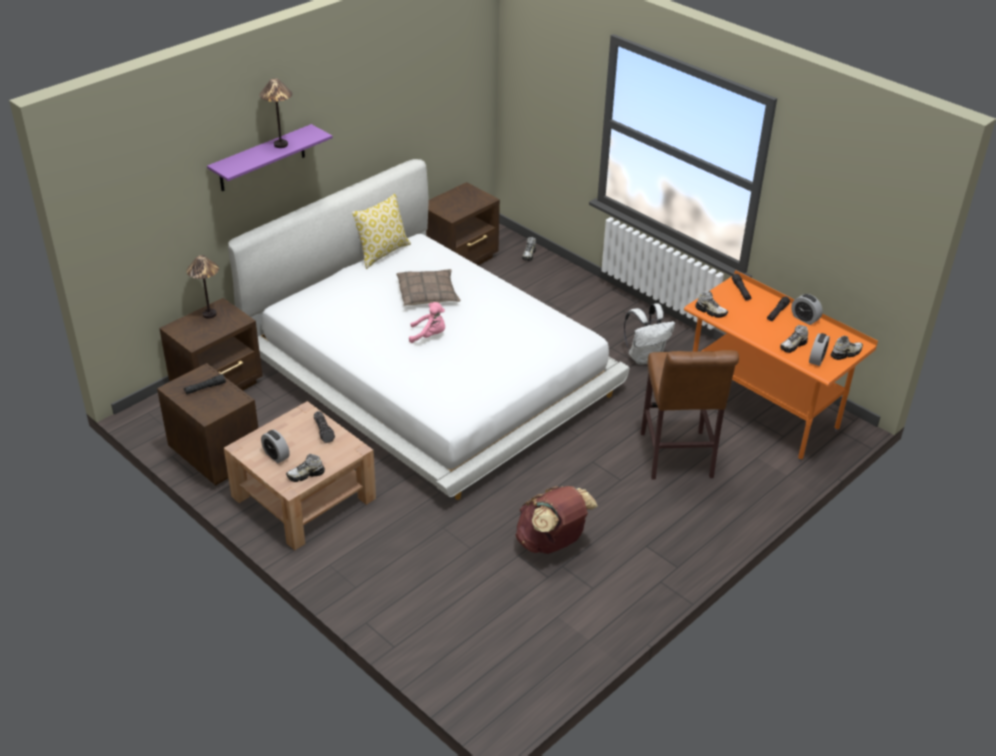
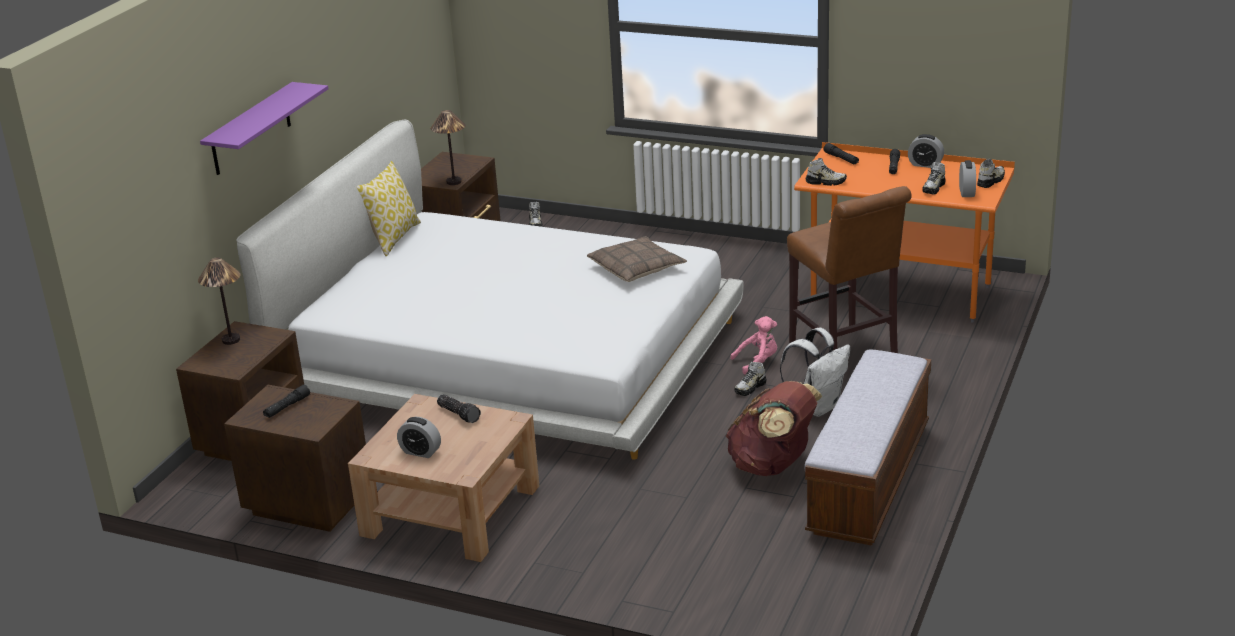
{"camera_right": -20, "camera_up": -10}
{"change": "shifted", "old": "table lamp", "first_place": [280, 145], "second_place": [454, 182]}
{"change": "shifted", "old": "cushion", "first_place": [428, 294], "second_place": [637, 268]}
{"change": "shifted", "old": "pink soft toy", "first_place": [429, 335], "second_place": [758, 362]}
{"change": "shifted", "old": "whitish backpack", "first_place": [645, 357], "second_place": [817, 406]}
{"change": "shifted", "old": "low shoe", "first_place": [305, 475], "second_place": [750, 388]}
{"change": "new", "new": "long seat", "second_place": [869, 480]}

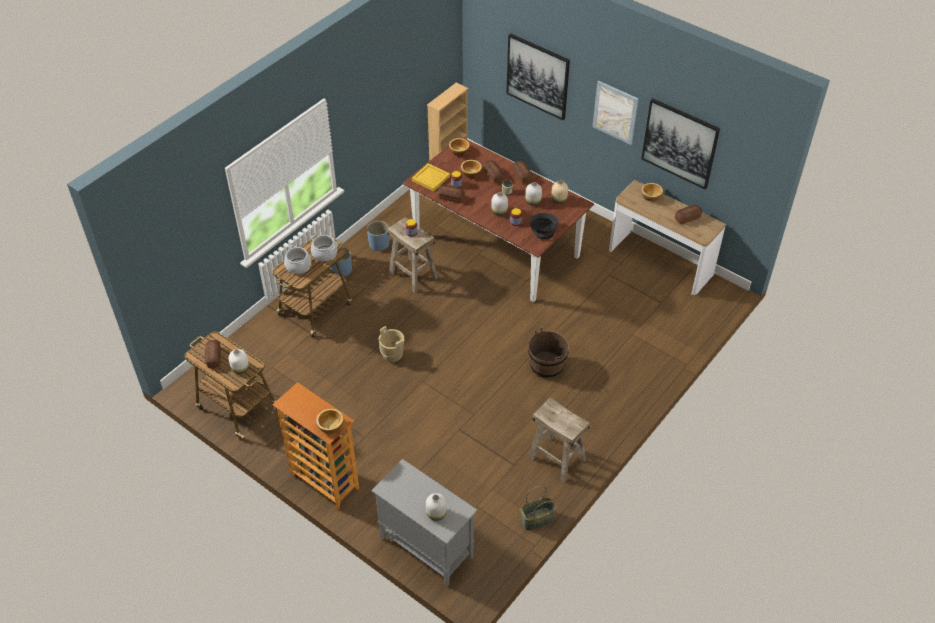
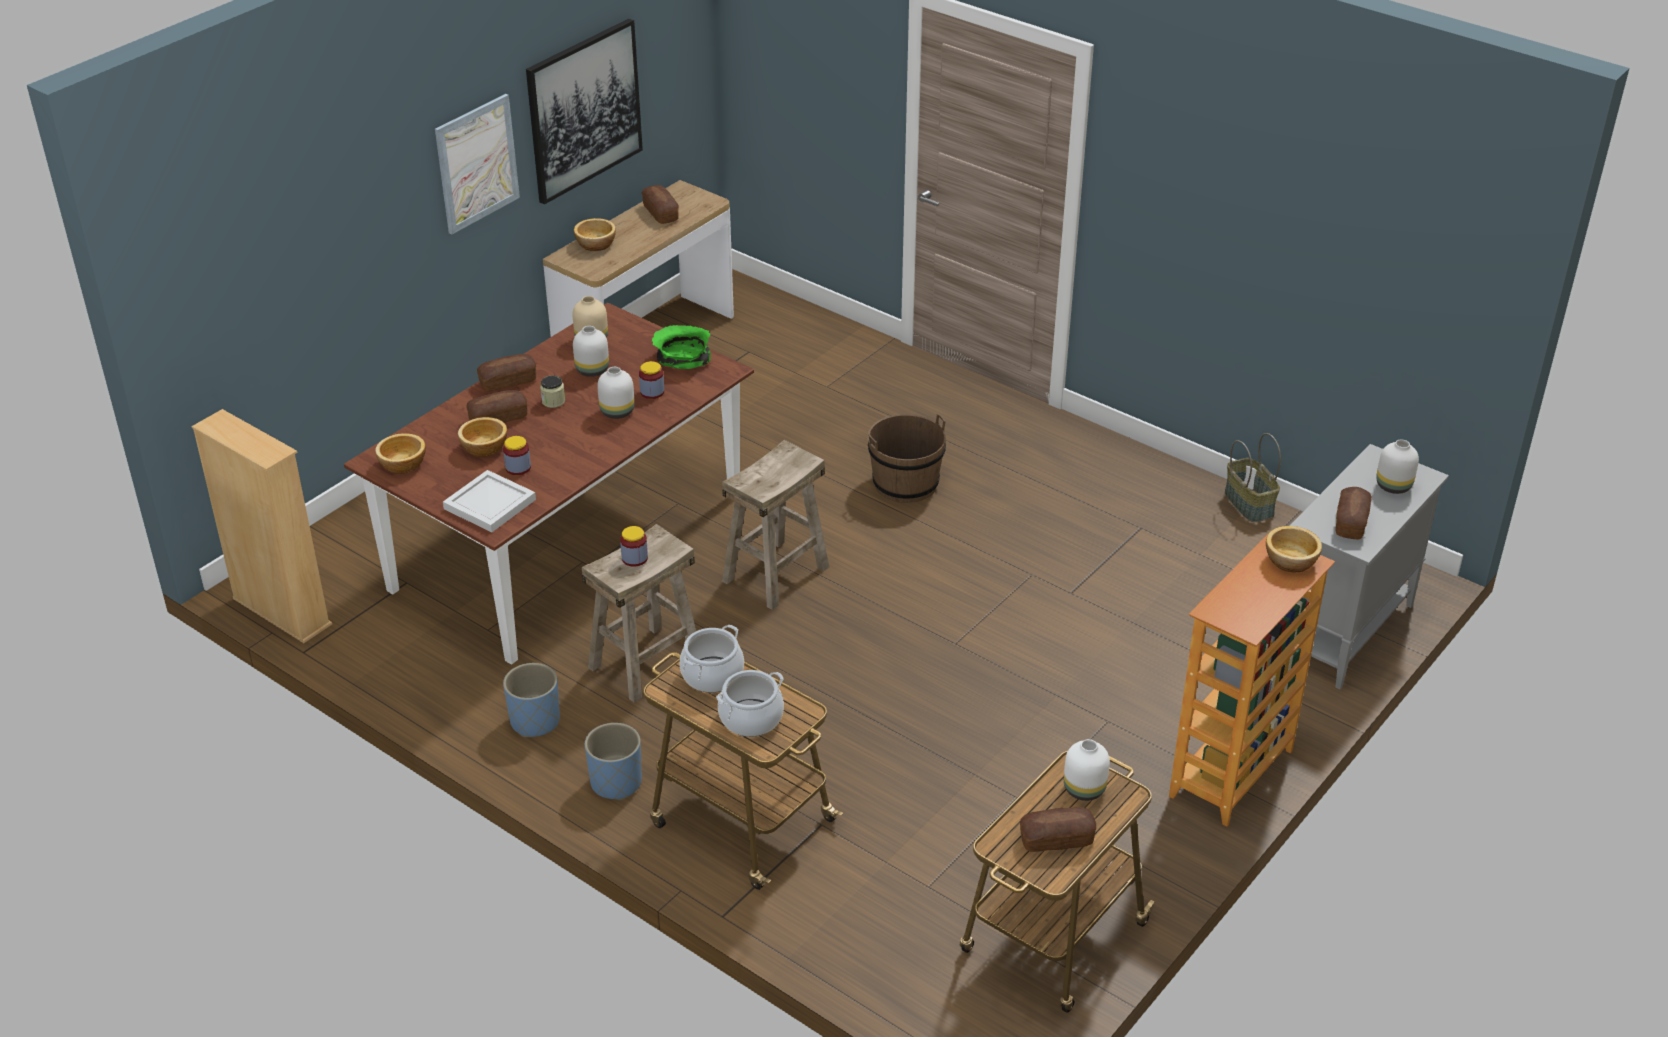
{"camera_right": -90, "camera_up": -10}
{"change": "gone", "old": "picture", "first_place": [538, 76]}
{"change": "repainted", "old": "yellowish carrying tray", "new": "whitish carrying tray", "first_place": [431, 179], "second_place": [491, 504]}
{"change": "shifted", "old": "bakery bread", "first_place": [451, 197], "second_place": [1351, 522]}
{"change": "repainted", "old": "black bowl", "new": "green-coloured bowl", "first_place": [543, 230], "second_place": [681, 360]}
{"change": "gone", "old": "beige water bucket", "first_place": [392, 354]}
{"change": "shifted", "old": "beige sitting stool", "first_place": [556, 459], "second_place": [776, 574]}

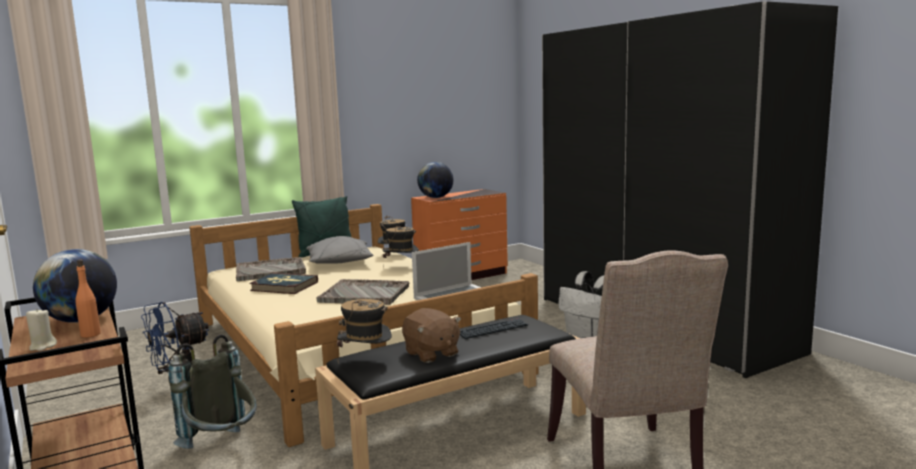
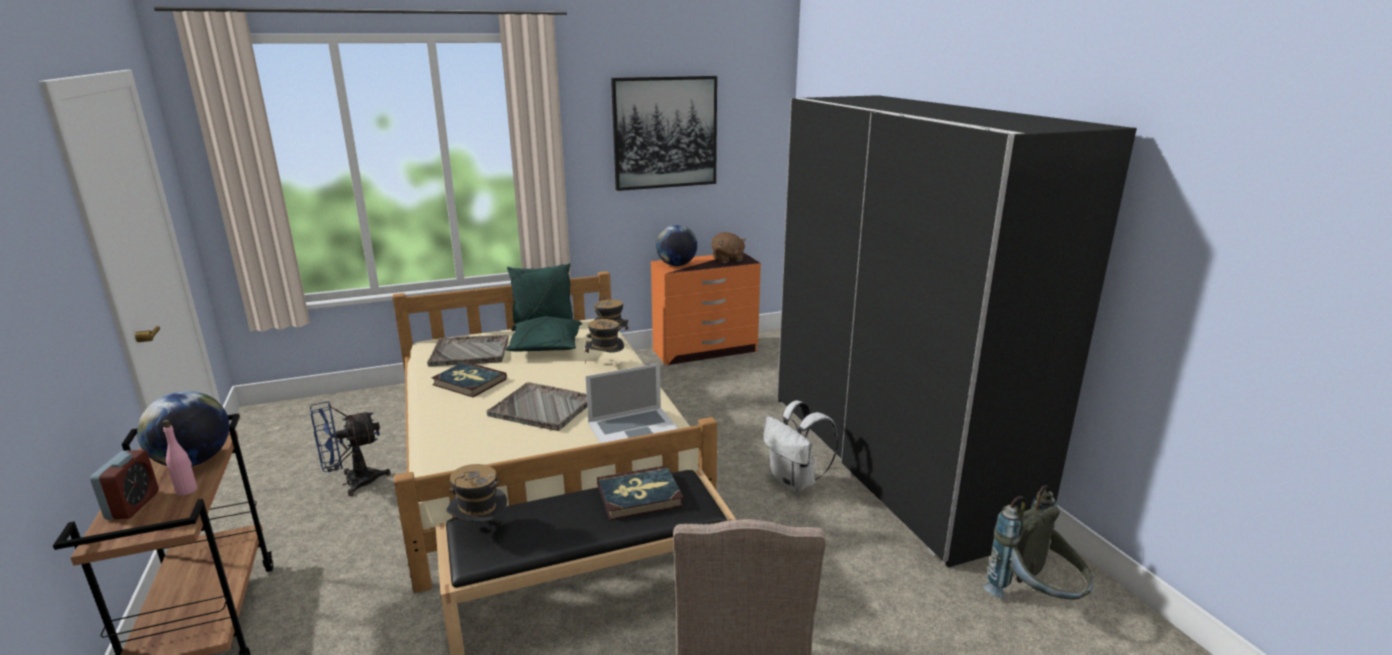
{"camera_right": 10, "camera_up": 10}
{"change": "repainted", "old": "grey cushion", "new": "green-coloured cushion", "first_place": [340, 263], "second_place": [546, 348]}
{"change": "repainted", "old": "orange-coloured beverage bottle", "new": "pink beverage bottle", "first_place": [91, 334], "second_place": [187, 490]}
{"change": "swapped", "old": "beige wax light", "new": "bedside clock", "first_place": [42, 346], "second_place": [133, 505]}
{"change": "shifted", "old": "brown-coloured soft toy", "first_place": [431, 354], "second_place": [727, 259]}
{"change": "swapped", "old": "PC keyboard", "new": "volume", "first_place": [493, 330], "second_place": [639, 496]}
{"change": "shifted", "old": "grey backpack", "first_place": [222, 447], "second_place": [1035, 601]}
{"change": "new", "new": "picture", "second_place": [665, 133]}

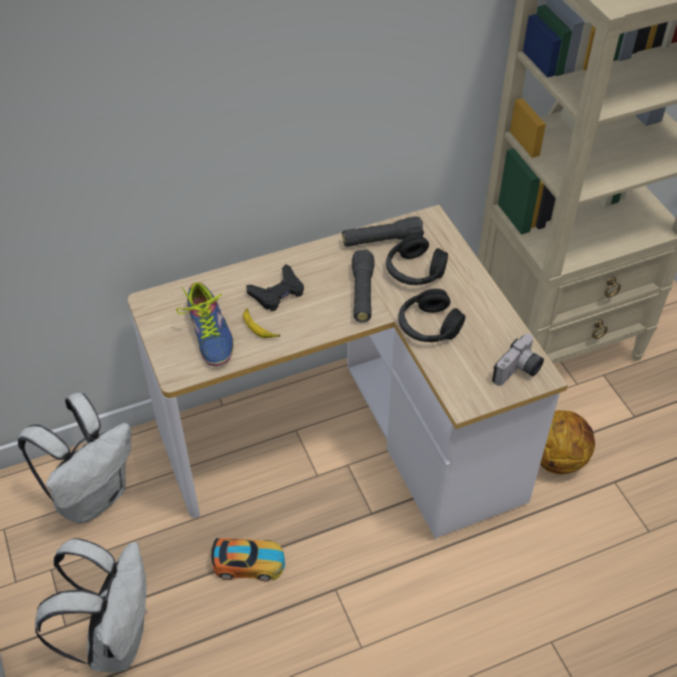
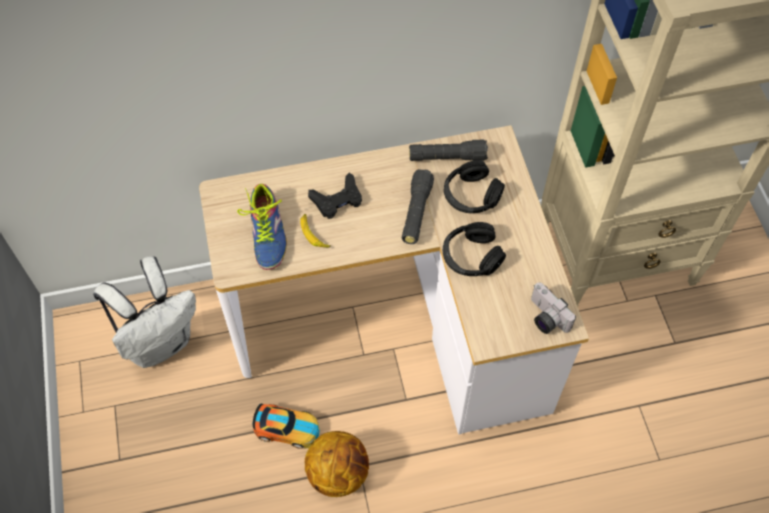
{"camera_right": 10, "camera_up": 10}
{"change": "rotated", "old": "still camera", "first_place": [518, 372], "second_place": [545, 318], "degrees": 90}
{"change": "shifted", "old": "ball for basketball", "first_place": [557, 458], "second_place": [339, 472]}
{"change": "gone", "old": "whitish backpack", "first_place": [115, 637]}

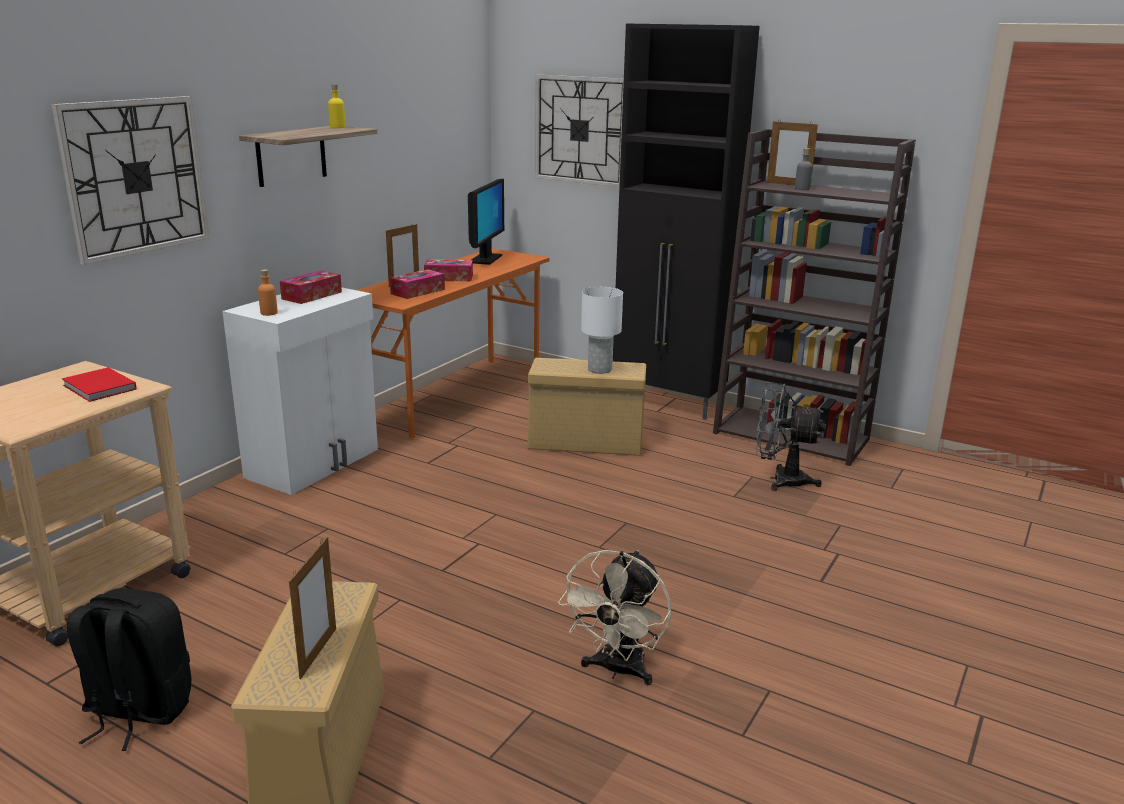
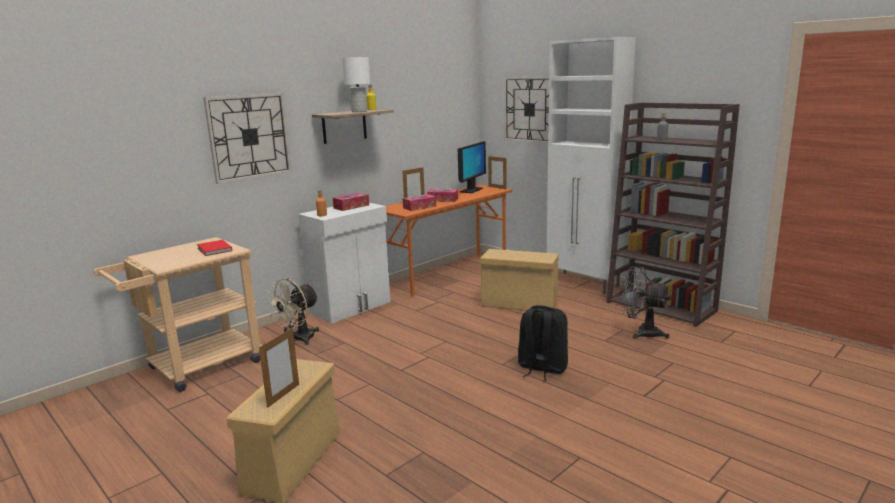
{"camera_right": 15, "camera_up": -5}
{"change": "repainted", "old": "black cupboard", "new": "whitish cupboard", "first_place": [669, 403], "second_place": [584, 283]}
{"change": "shifted", "old": "photo frame", "first_place": [788, 184], "second_place": [497, 188]}
{"change": "shifted", "old": "whitish table lamp", "first_place": [599, 369], "second_place": [359, 111]}
{"change": "shifted", "old": "beige electric fan", "first_place": [617, 670], "second_place": [298, 339]}
{"change": "shifted", "old": "black backpack", "first_place": [137, 712], "second_place": [541, 368]}

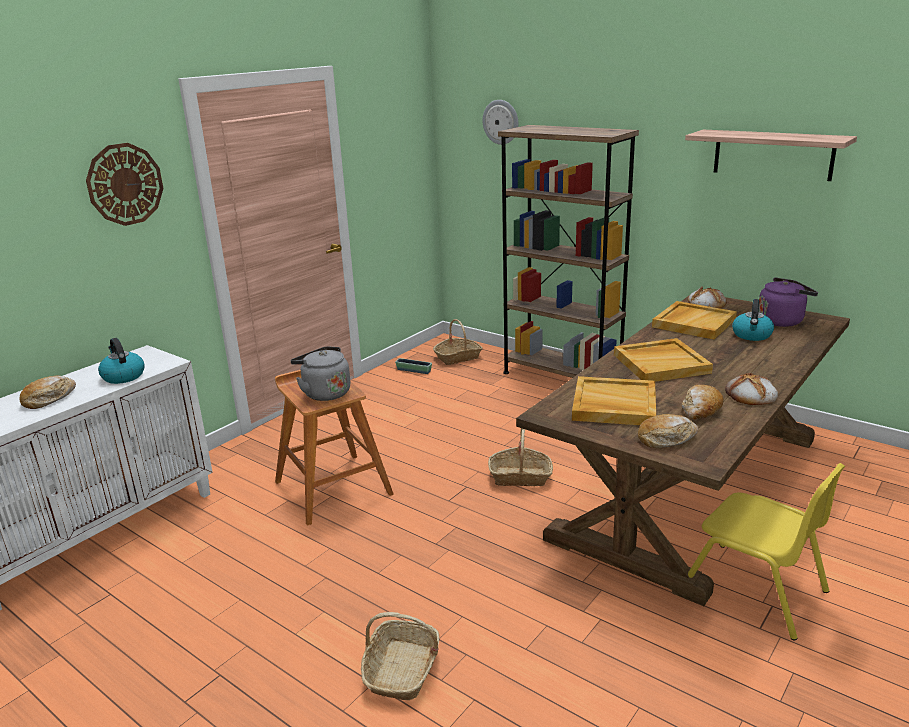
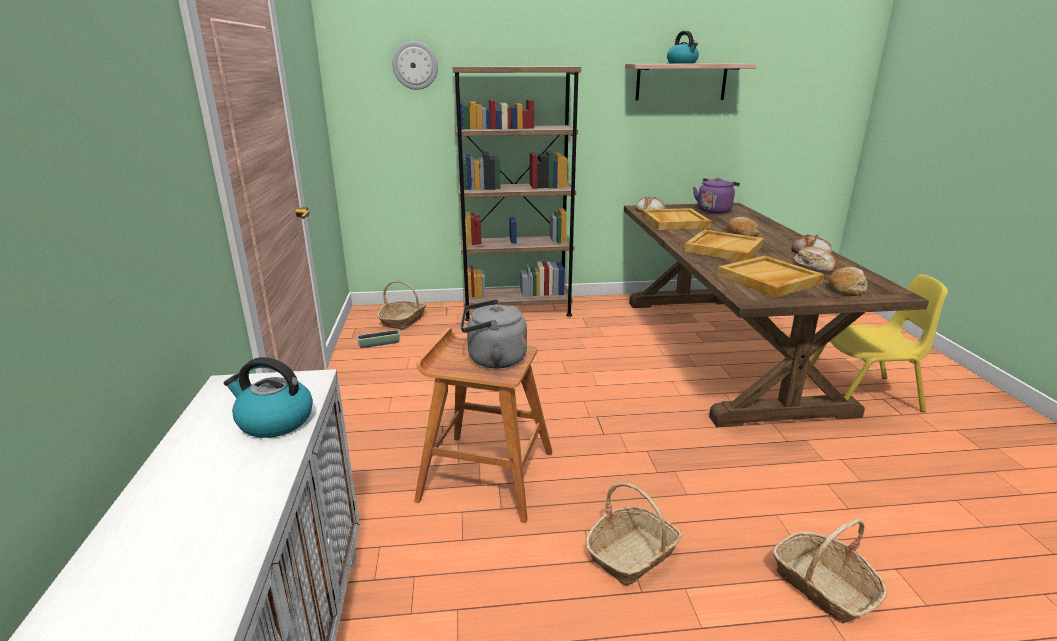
{"camera_right": -45, "camera_up": 0}
{"change": "gone", "old": "wall clock", "first_place": [125, 184]}
{"change": "shifted", "old": "tea kettle", "first_place": [752, 335], "second_place": [682, 63]}
{"change": "shifted", "old": "bakery bread", "first_place": [49, 398], "second_place": [741, 233]}
{"change": "shifted", "old": "storage basket", "first_place": [520, 477], "second_place": [632, 554]}

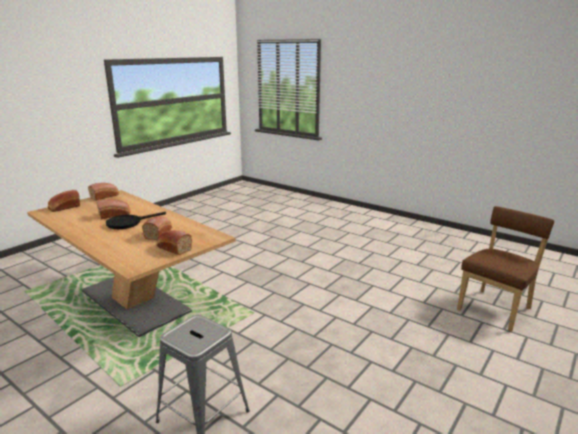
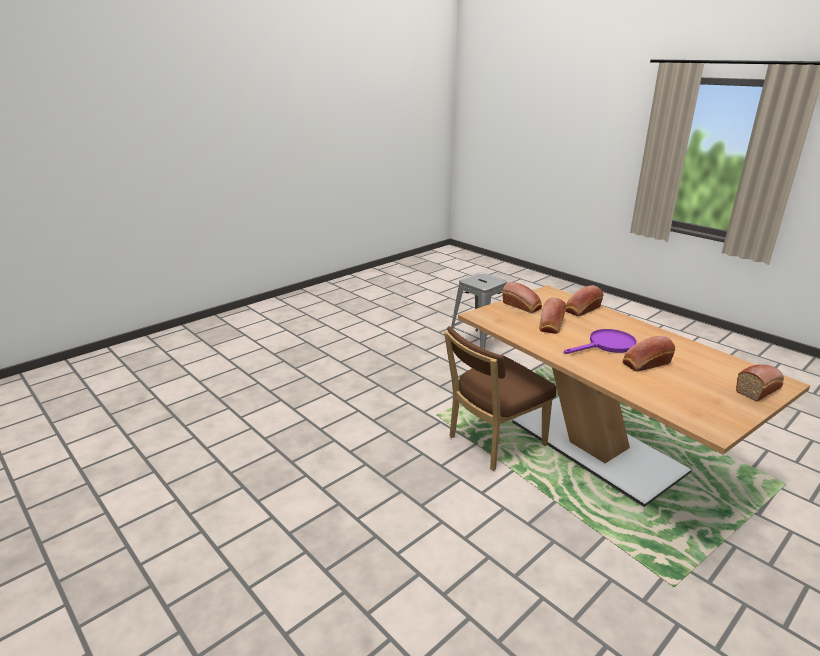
{"camera_right": -170, "camera_up": 5}
{"change": "shifted", "old": "bakery bread", "first_place": [105, 196], "second_place": [581, 310]}
{"change": "shifted", "old": "brown-coloured plain chair", "first_place": [496, 308], "second_place": [493, 442]}
{"change": "repainted", "old": "black skillet", "new": "purple skillet", "first_place": [128, 223], "second_place": [606, 345]}

